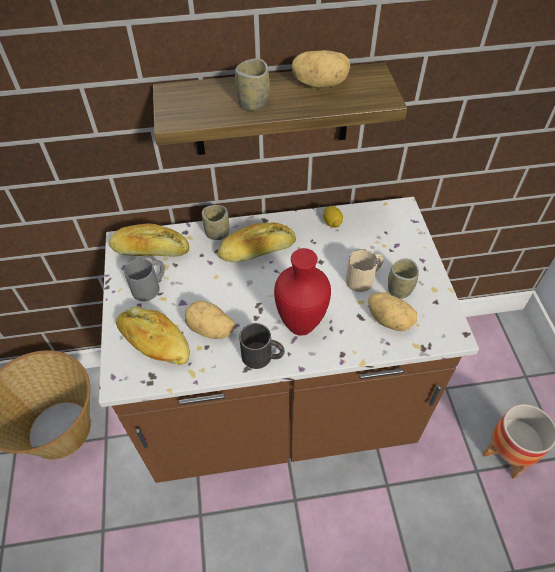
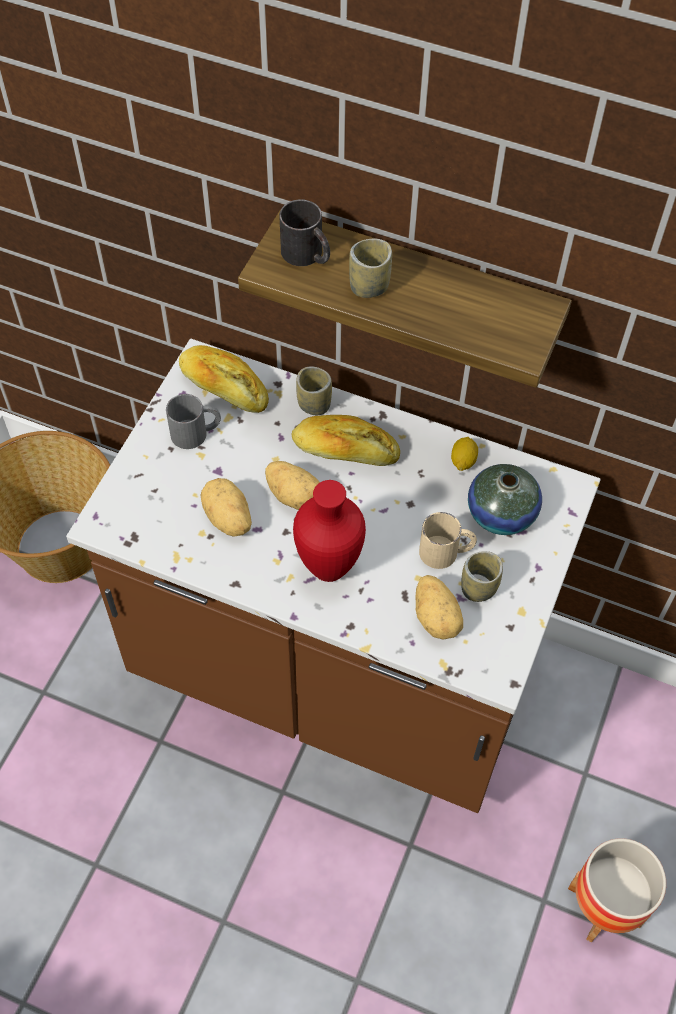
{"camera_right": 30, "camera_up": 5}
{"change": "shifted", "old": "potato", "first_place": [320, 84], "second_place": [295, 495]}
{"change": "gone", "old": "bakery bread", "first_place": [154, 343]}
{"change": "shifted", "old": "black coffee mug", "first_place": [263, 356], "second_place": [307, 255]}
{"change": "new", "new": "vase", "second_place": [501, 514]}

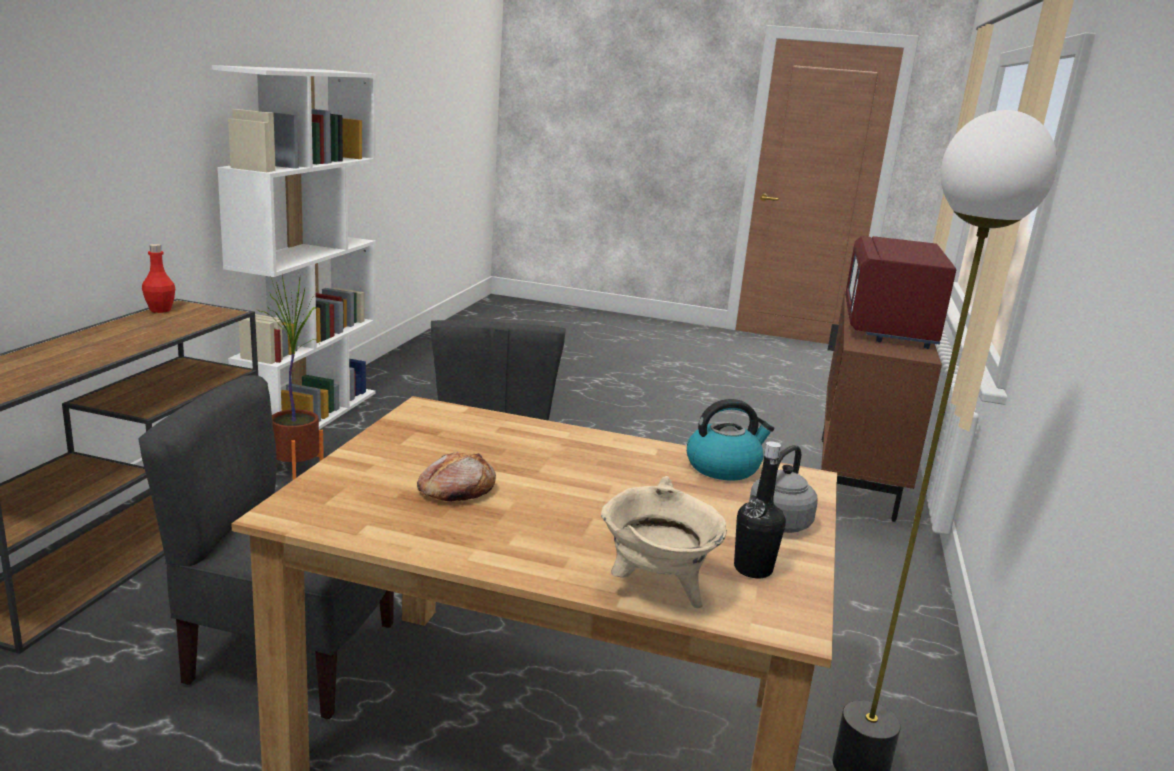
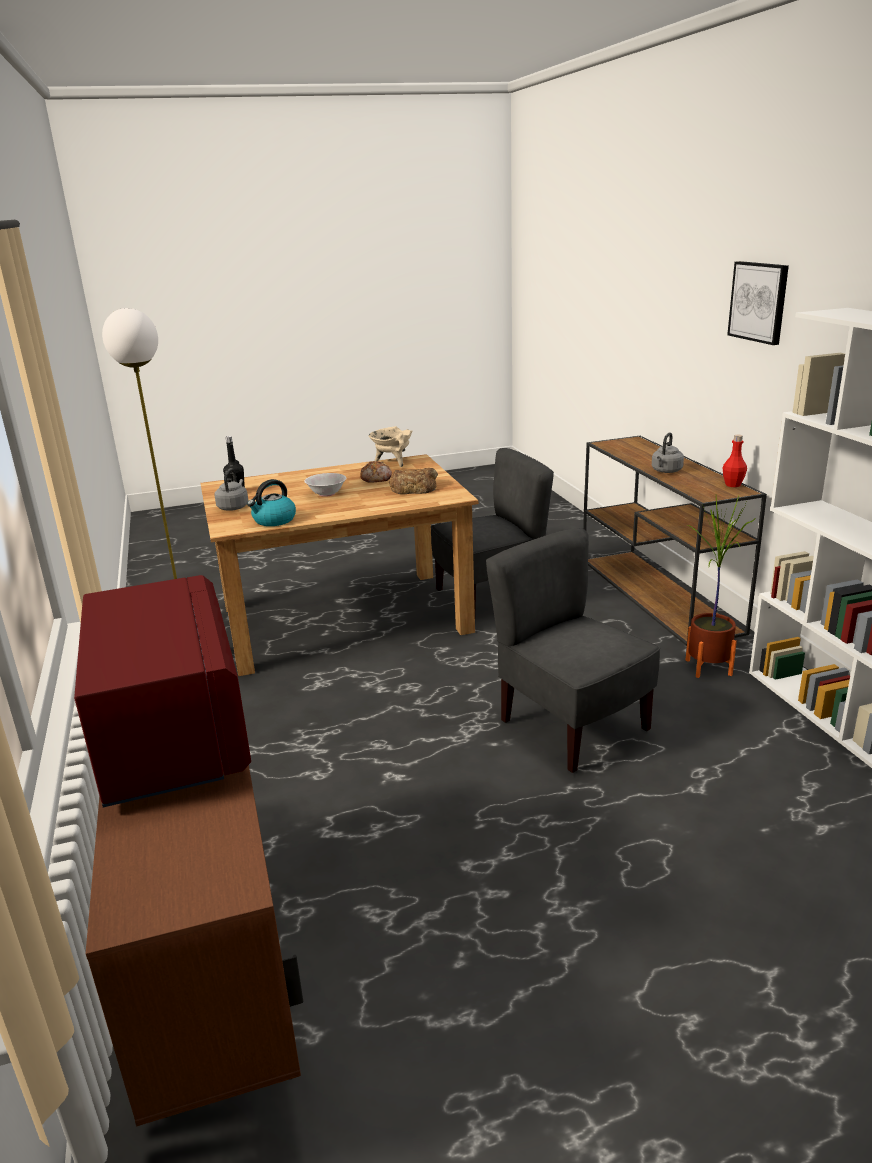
{"camera_right": 150, "camera_up": 5}
{"change": "shifted", "old": "beige cooking pot", "first_place": [657, 589], "second_place": [392, 462]}
{"change": "new", "new": "picture", "second_place": [759, 302]}
{"change": "new", "new": "grey tea kettle", "second_place": [666, 471]}
{"change": "new", "new": "bakery bread", "second_place": [414, 487]}
{"change": "new", "new": "whitish bowl", "second_place": [326, 494]}

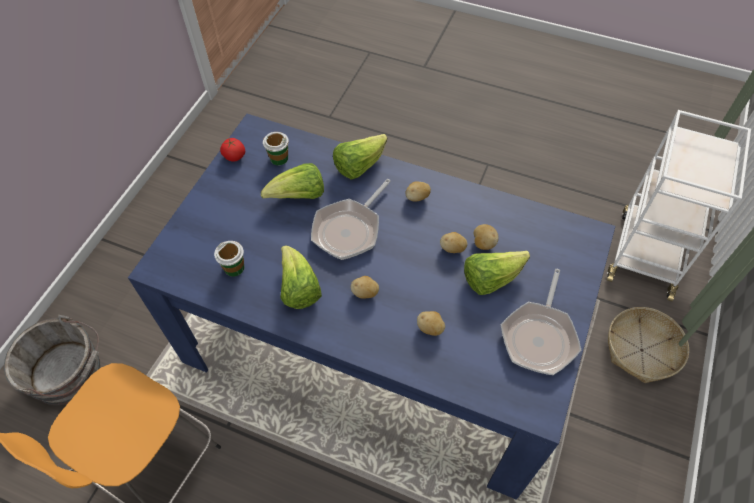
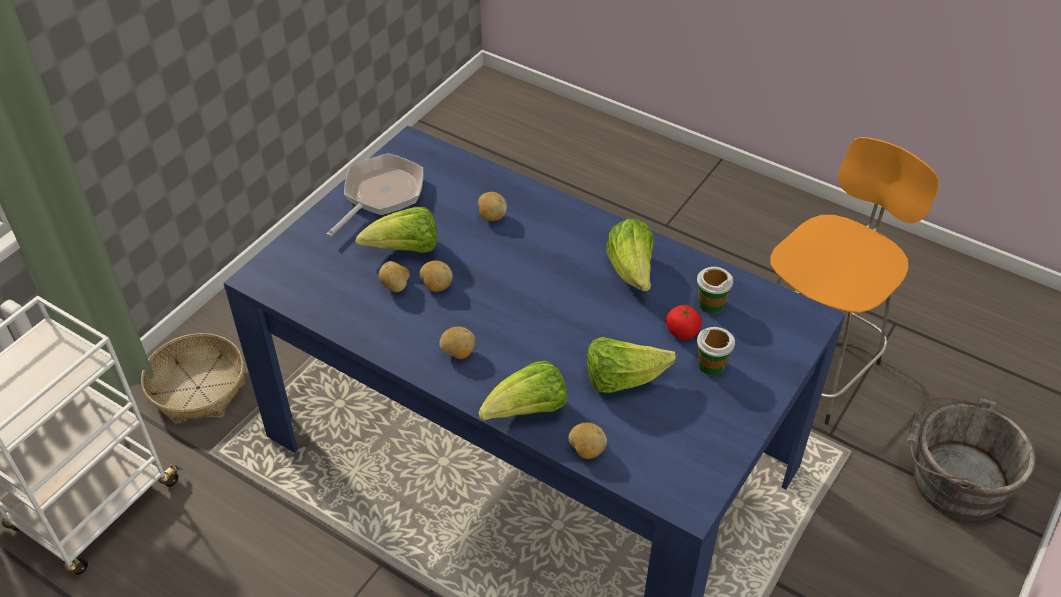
{"camera_right": -170, "camera_up": -10}
{"change": "shifted", "old": "cup", "first_place": [279, 158], "second_place": [711, 365]}
{"change": "shifted", "old": "tomato", "first_place": [234, 156], "second_place": [682, 331]}
{"change": "gone", "old": "skillet", "first_place": [349, 229]}
{"change": "shifted", "old": "potato", "first_place": [365, 293], "second_place": [586, 450]}

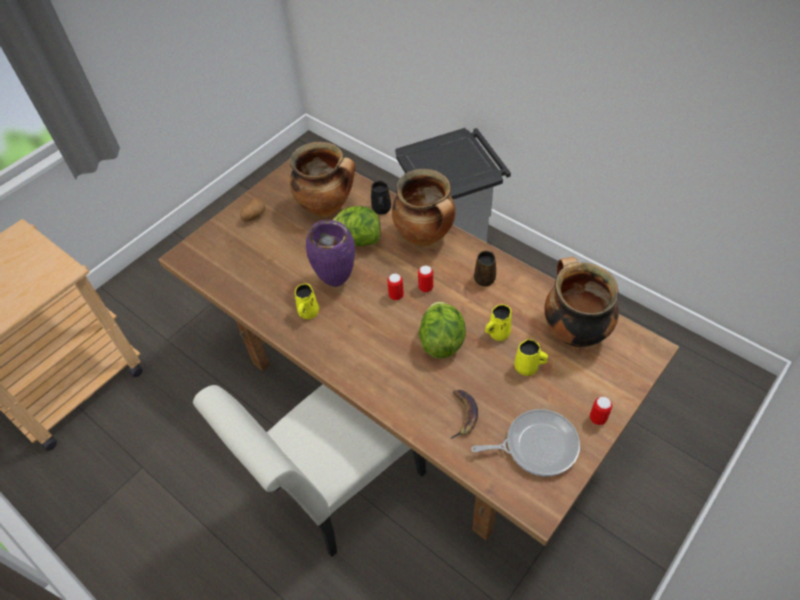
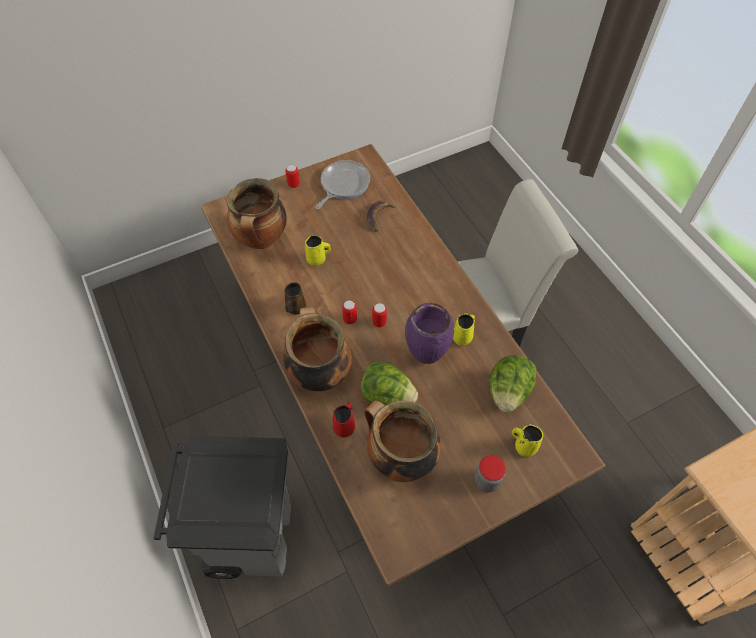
{"camera_right": -160, "camera_up": 5}
{"change": "repainted", "old": "black coffee mug", "new": "red coffee mug", "first_place": [381, 209], "second_place": [344, 427]}
{"change": "swapped", "old": "potato", "new": "jar", "first_place": [254, 216], "second_place": [487, 481]}
{"change": "shifted", "old": "lettuce", "first_place": [441, 340], "second_place": [508, 392]}
{"change": "shifted", "old": "yellowish coffee mug", "first_place": [527, 368], "second_place": [524, 446]}
{"change": "rotated", "old": "skillet", "first_place": [536, 445], "second_place": [343, 184], "degrees": 105}

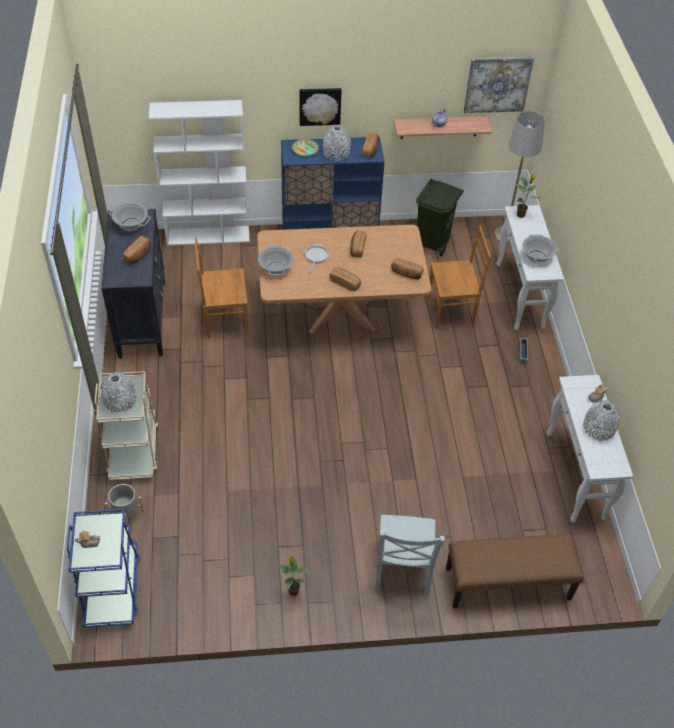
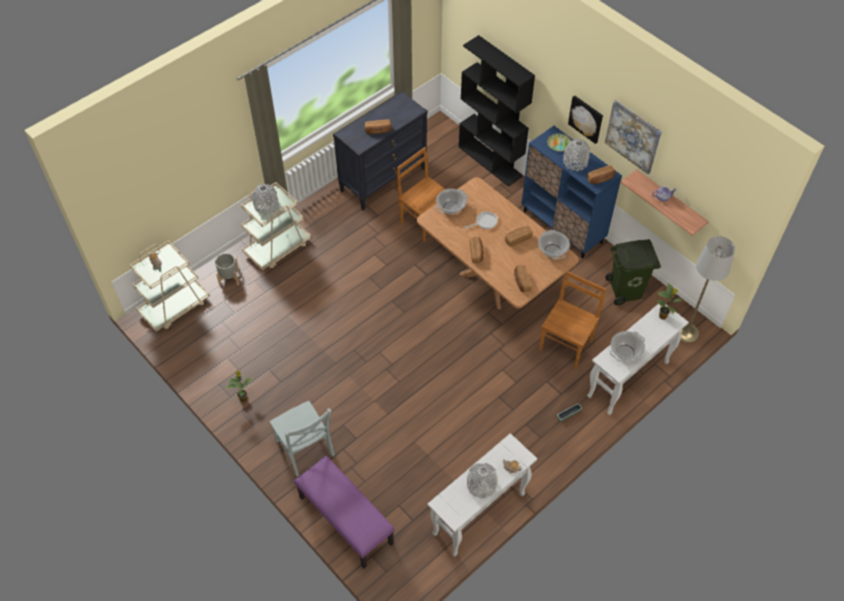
{"camera_right": 55, "camera_up": 5}
{"change": "shifted", "old": "picture", "first_place": [497, 84], "second_place": [633, 136]}
{"change": "repainted", "old": "whitish bookcase", "new": "black bookcase", "first_place": [208, 235], "second_place": [490, 161]}
{"change": "shifted", "old": "cooking pot", "first_place": [131, 224], "second_place": [552, 251]}
{"change": "rotated", "old": "brown-coloured plain chair", "first_place": [452, 310], "second_place": [566, 344], "degrees": -105}
{"change": "repainted", "old": "blue-coloured trolley", "new": "beige trolley", "first_place": [113, 588], "second_place": [175, 307]}
{"change": "rotated", "old": "grey plain chair", "first_place": [402, 571], "second_place": [305, 450], "degrees": -90}
{"change": "repainted", "old": "brown-coloured long seat", "new": "purple long seat", "first_place": [507, 584], "second_place": [345, 520]}

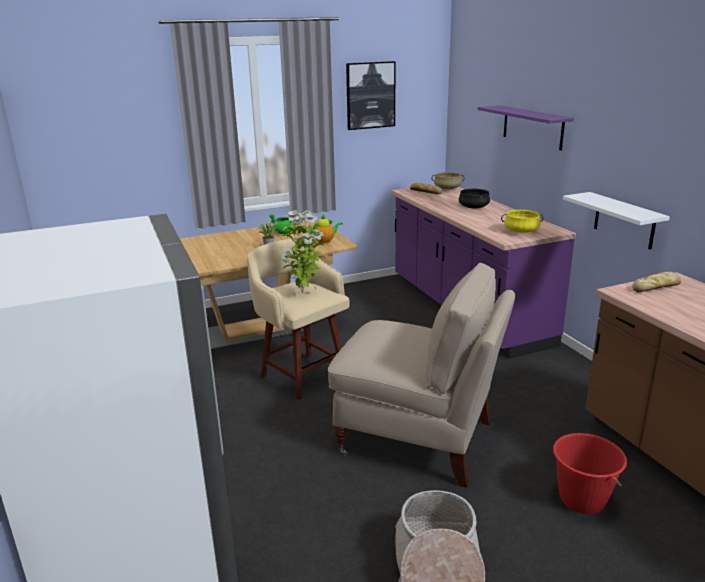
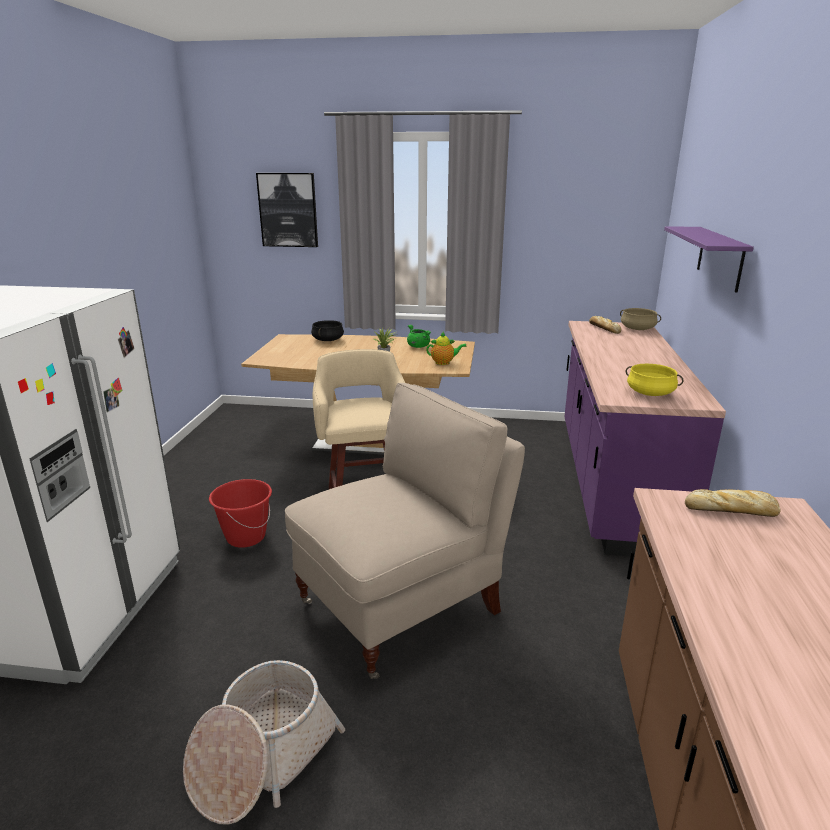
{"camera_right": 30, "camera_up": 0}
{"change": "shifted", "old": "picture", "first_place": [370, 95], "second_place": [288, 210]}
{"change": "shifted", "old": "black cooking pot", "first_place": [473, 207], "second_place": [327, 340]}
{"change": "gone", "old": "whitish bracket shelf", "first_place": [624, 220]}
{"change": "gone", "old": "houseplant", "first_place": [304, 293]}
{"change": "rotated", "old": "beige plain chair", "first_place": [419, 438], "second_place": [402, 606], "degrees": -90}
{"change": "shifted", "old": "red water bucket", "first_place": [581, 500], "second_place": [245, 537]}

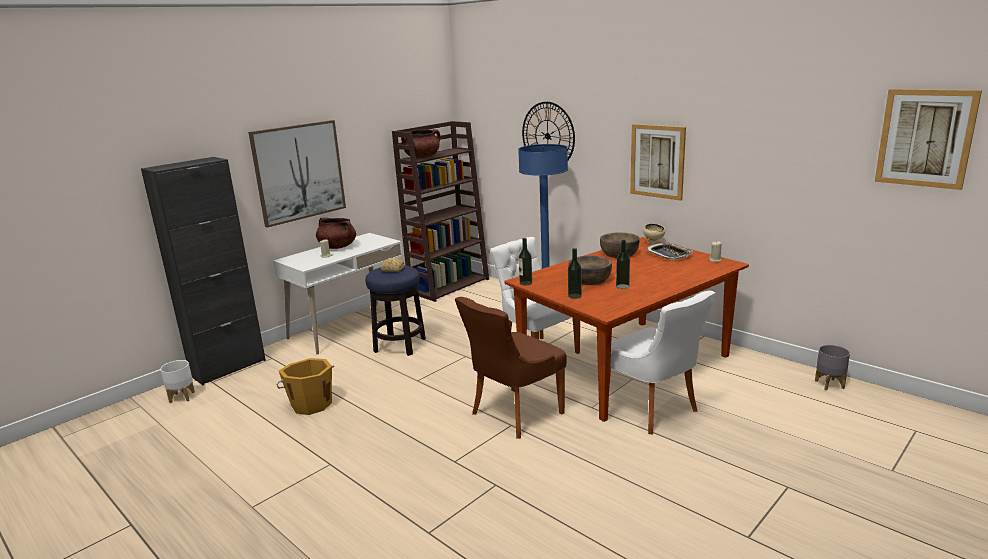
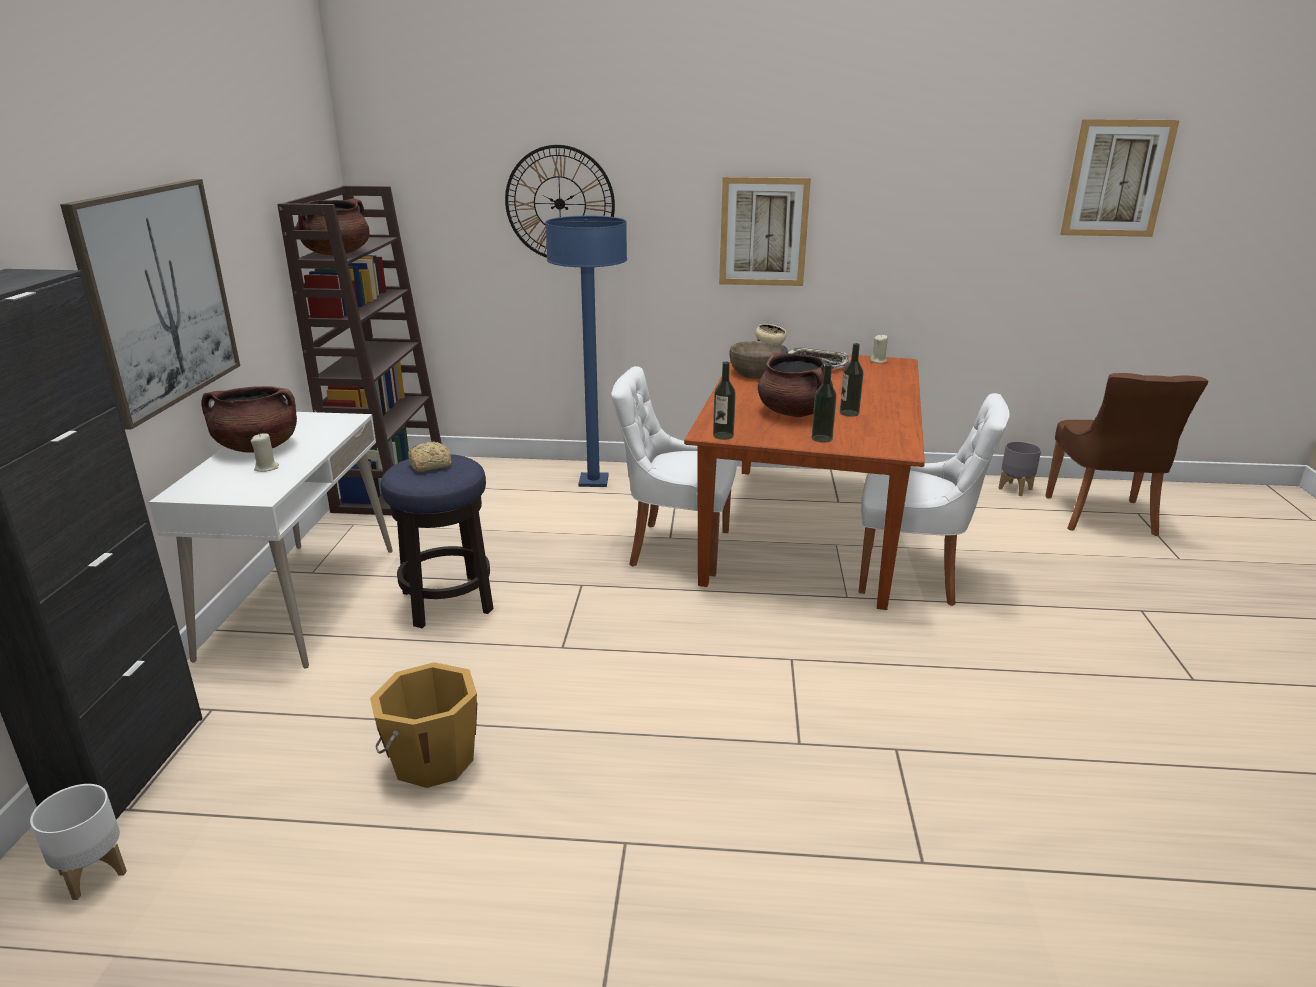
{"camera_right": -40, "camera_up": 5}
{"change": "swapped", "old": "brown-coloured bowl", "new": "brown-coloured cooking pot", "first_place": [590, 279], "second_place": [793, 412]}
{"change": "shifted", "old": "brown-coloured plain chair", "first_place": [514, 414], "second_place": [1102, 517]}

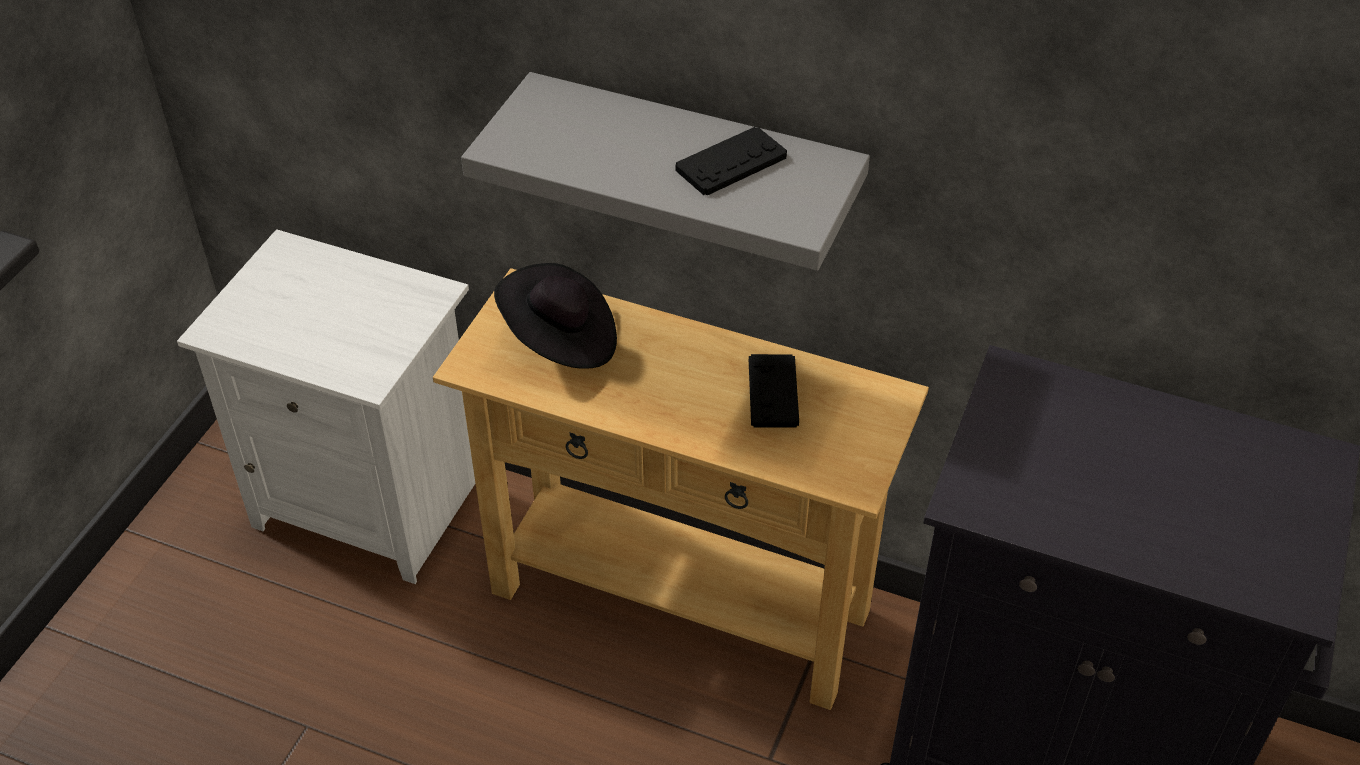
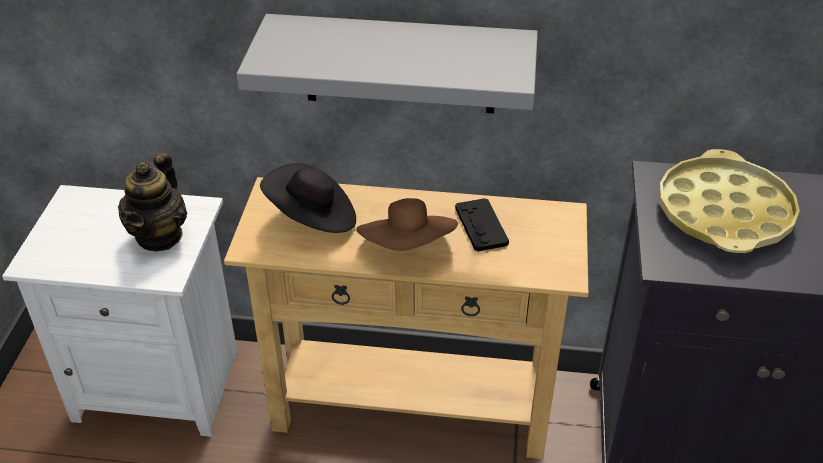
{"camera_right": -15, "camera_up": -5}
{"change": "gone", "old": "black joypad", "first_place": [731, 163]}
{"change": "new", "new": "yellowish carrying tray", "second_place": [724, 212]}
{"change": "new", "new": "pot for tea", "second_place": [159, 236]}
{"change": "new", "new": "brown-coloured clothing hat", "second_place": [408, 248]}

